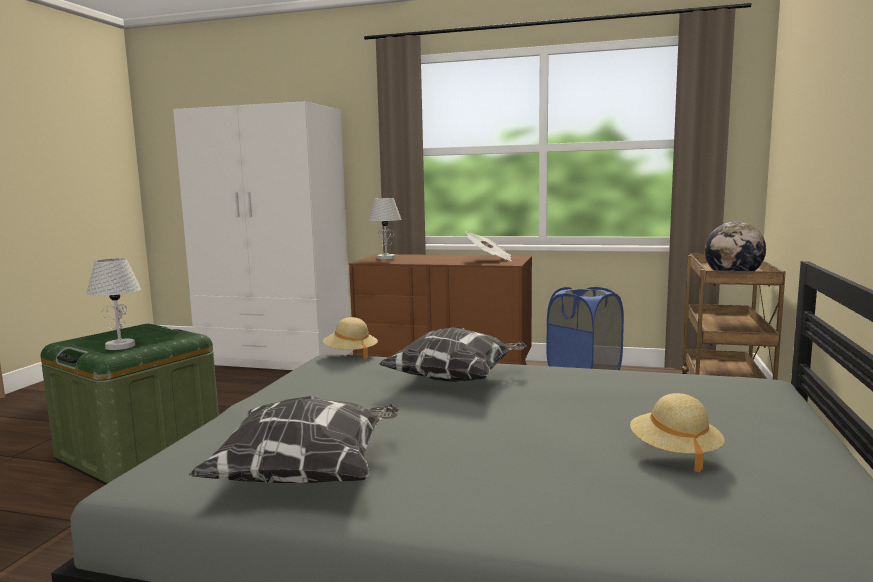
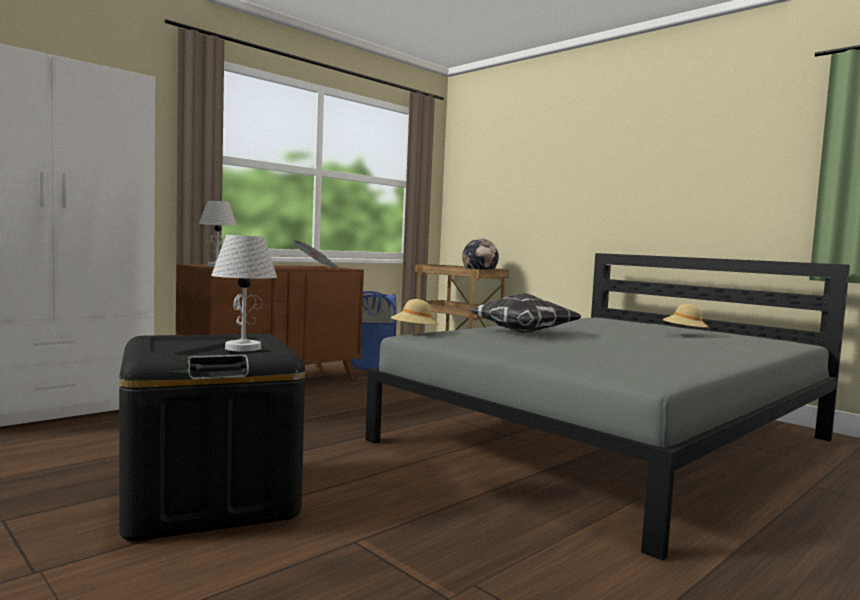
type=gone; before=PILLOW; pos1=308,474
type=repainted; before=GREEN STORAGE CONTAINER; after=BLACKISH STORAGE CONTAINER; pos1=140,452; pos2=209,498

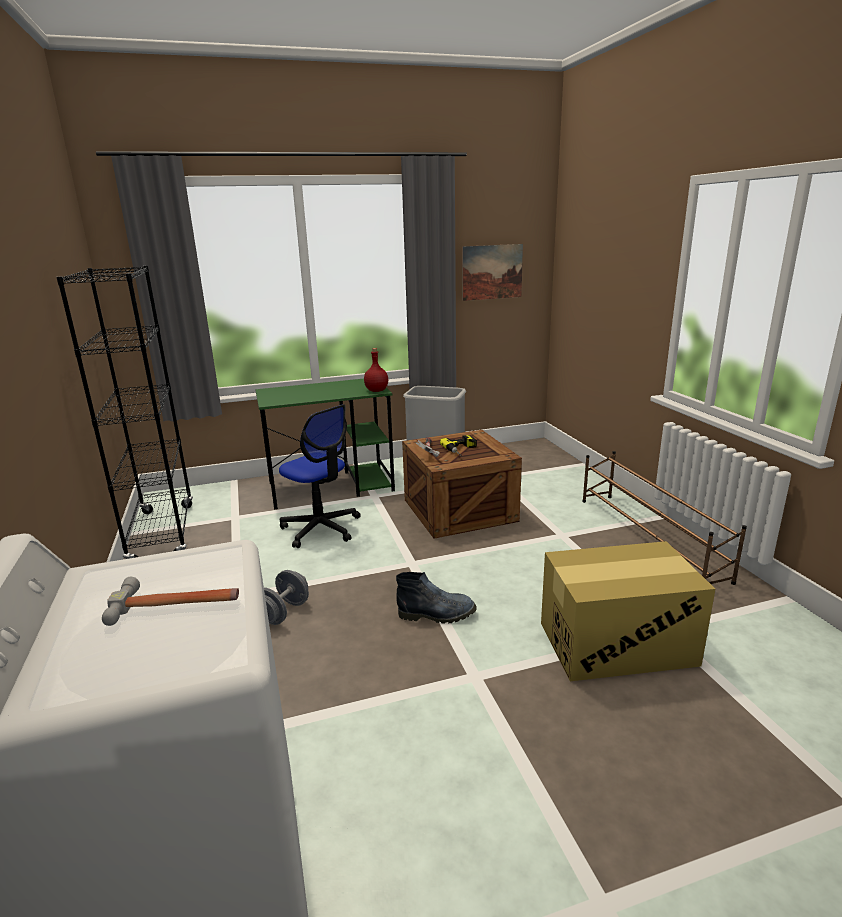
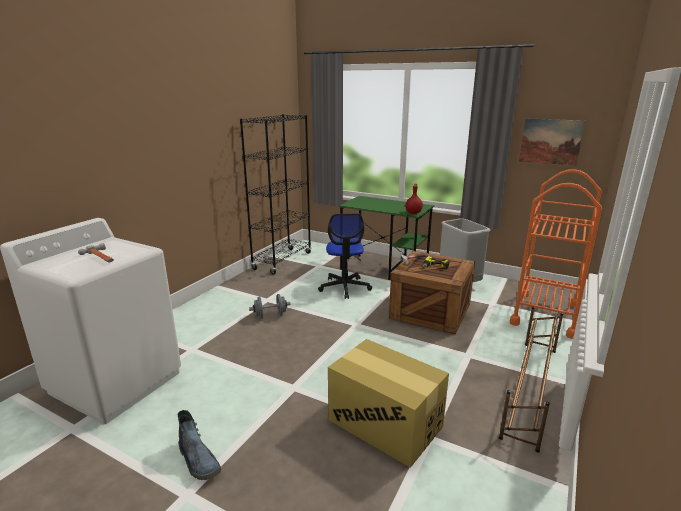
type=new; after=ORANGE WHEELED CART; pos2=545,314
type=shifted; before=TALL BOOT; pos1=438,614; pos2=199,461

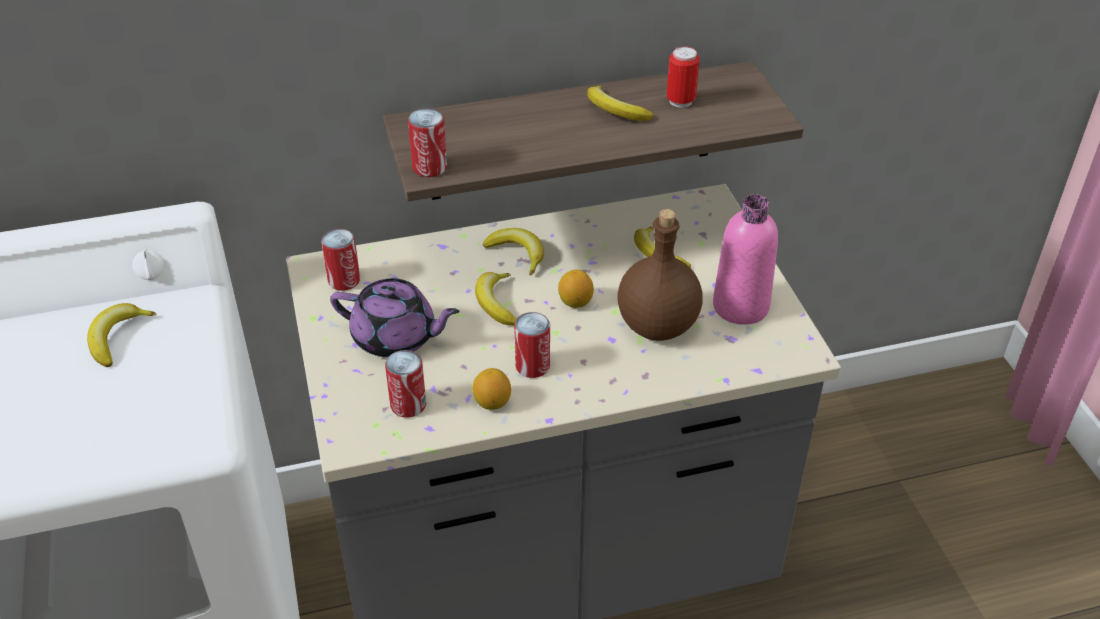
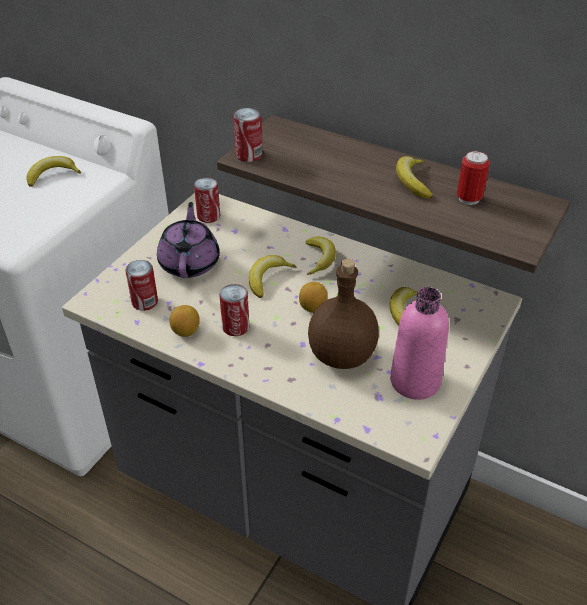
type=rotated; before=PURPLE TEA POT; pos1=396,337; pos2=190,262; turn=-150

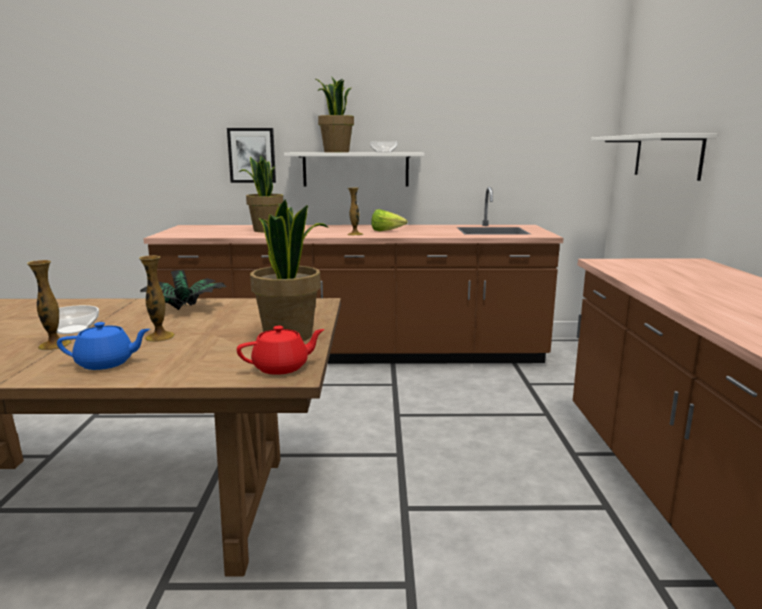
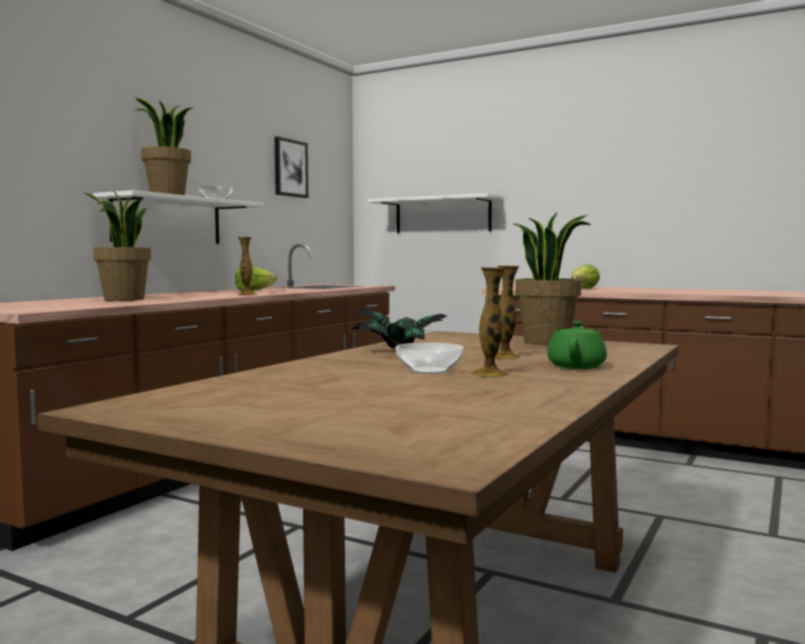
type=gone; before=REDDISH TEA POT; pos1=282,367
type=new; after=HEAD OF LETTUCE; pos2=583,288
type=shifted; before=WALL ART; pos1=252,155; pos2=290,168
type=repainted; before=BLUE TEA POT; after=GREEN TEA POT; pos1=106,363; pos2=577,366

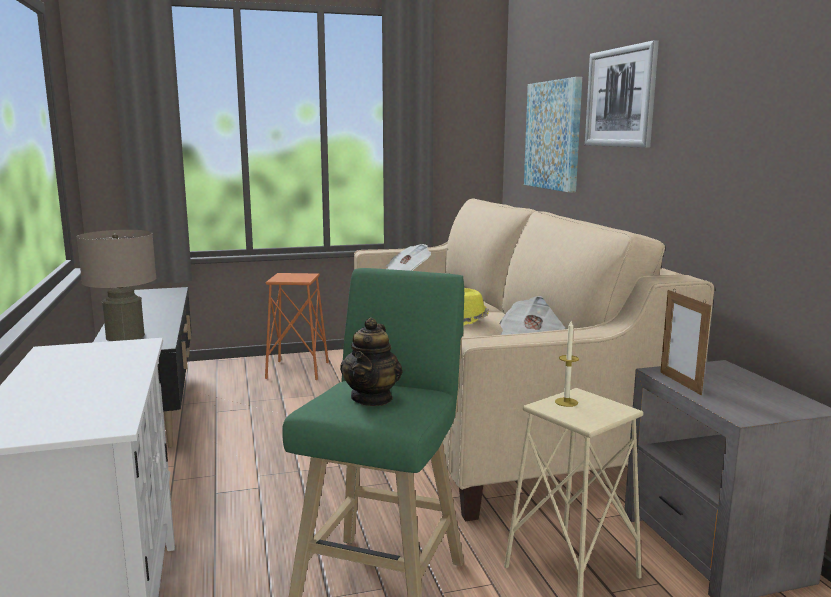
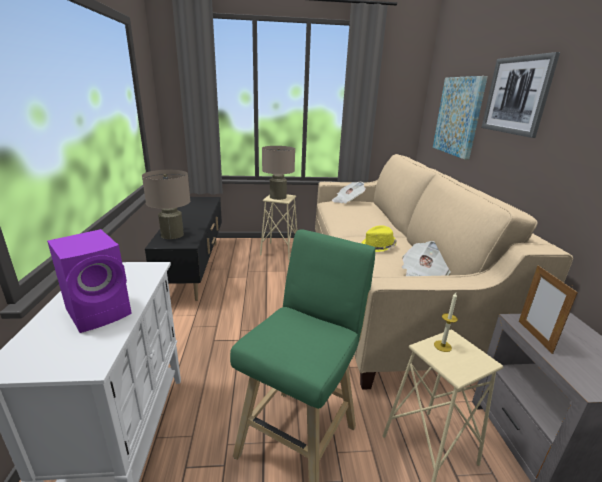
type=gone; before=TEA POT; pos1=372,398
type=new; after=PURPLE LOUDSPEAKER; pos2=101,311
type=new; after=SAND-COLOURED TABLETOP LAMP; pos2=278,197
type=repainted; before=ORANGE STOOL SEAT; after=SAND-COLOURED STOOL SEAT; pos1=297,370; pos2=279,251

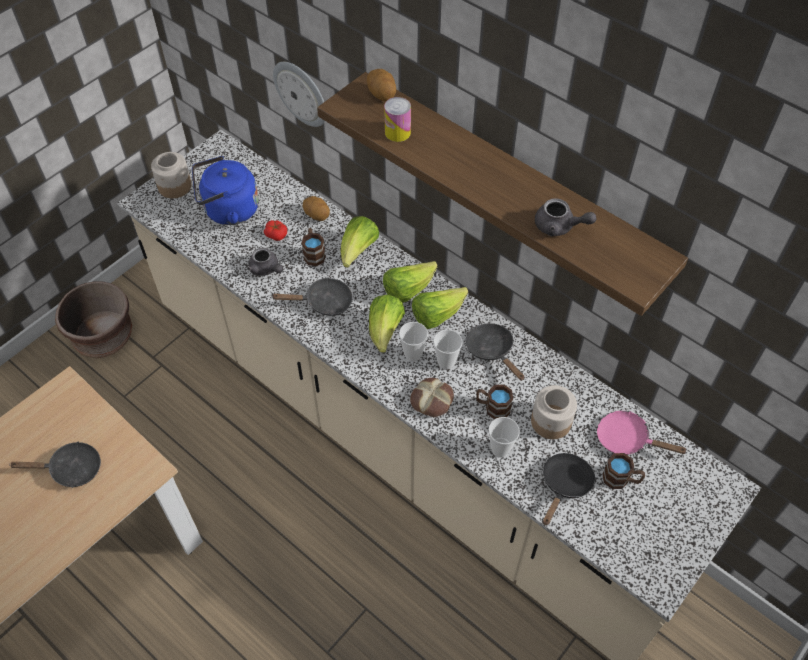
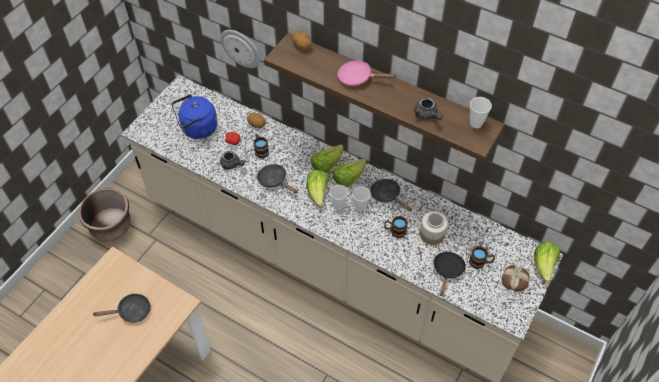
type=gone; before=PRESERVE JAR; pos1=174,186
type=gone; before=CAN; pos1=397,132
type=shifted; before=HEAD OF LETTUCE; pos1=358,251; pos2=544,266
type=shifted; before=BAKED BREAD; pos1=432,400; pos2=515,280
type=shifted; before=CUP; pos1=500,449; pos2=476,123
type=shifted; before=PINK PAN; pos1=627,439; pos2=358,78
type=rotated; before=BLACKISH PAN; pos1=324,302; pos2=274,180; turn=-120
type=rotated; before=GREY TEA POT; pos1=559,227; pos2=427,115; turn=45

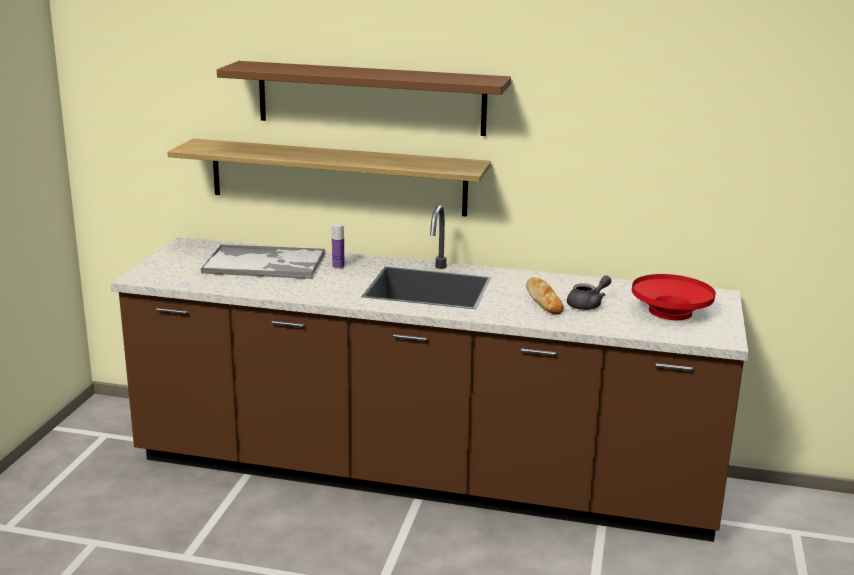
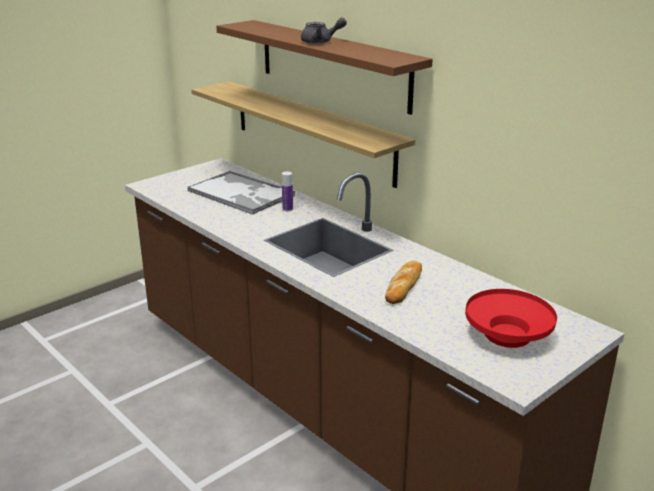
type=shifted; before=GREY TEA POT; pos1=588,305; pos2=321,42

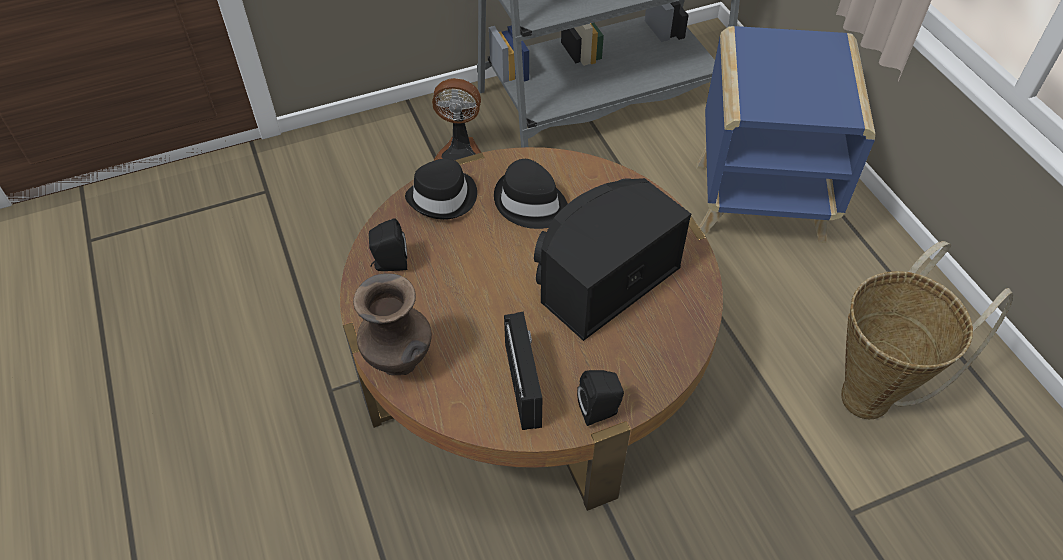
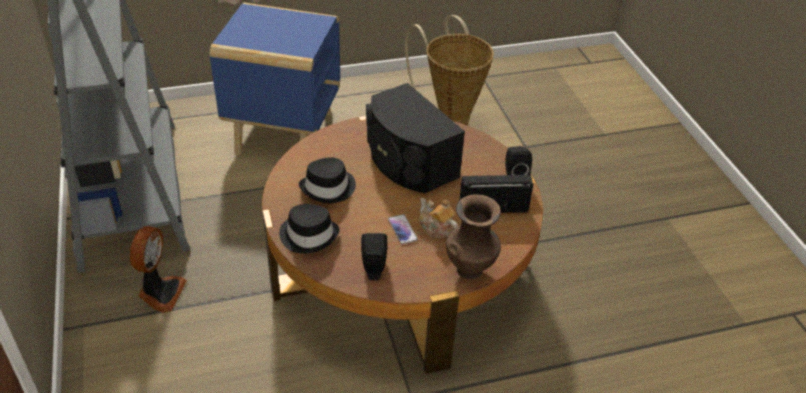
type=new; after=TELEPHONE; pos2=402,230
type=new; after=TEA POT; pos2=435,228

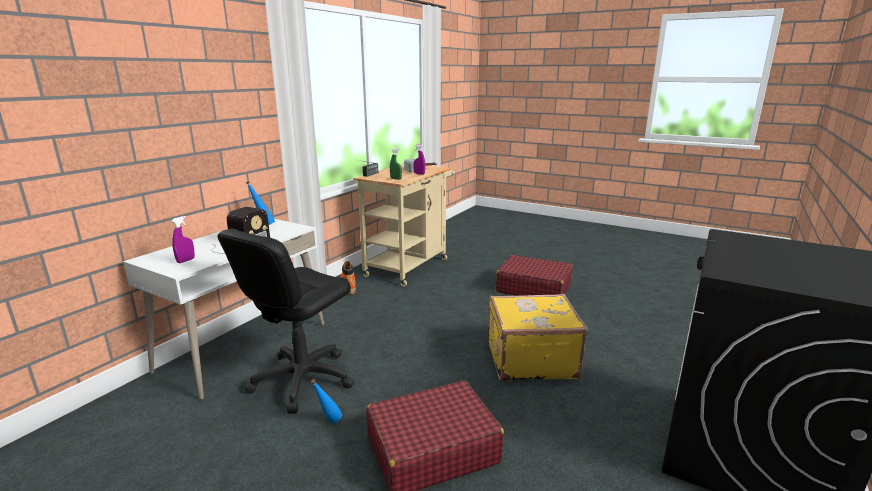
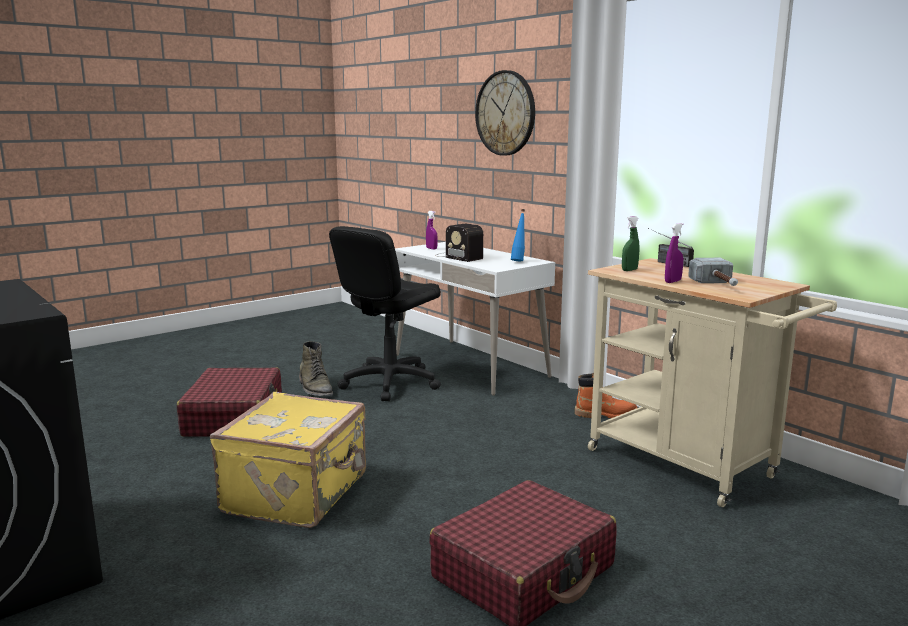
type=new; after=CLOCK ON THE WALL; pos2=505,113
type=swapped; before=BLUE BOTTLE; after=GREEN TALL BOOT; pos1=328,423; pos2=315,388
type=rotated; before=BLACKISH OFFICE CHAIR; pos1=302,379; pos2=390,383; turn=-105

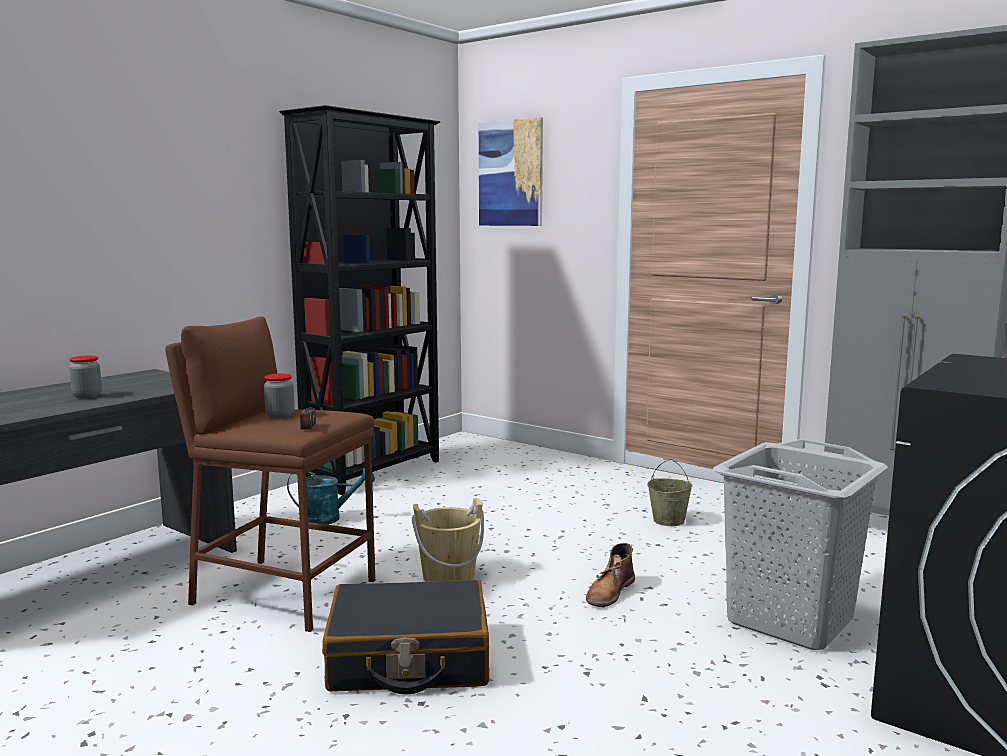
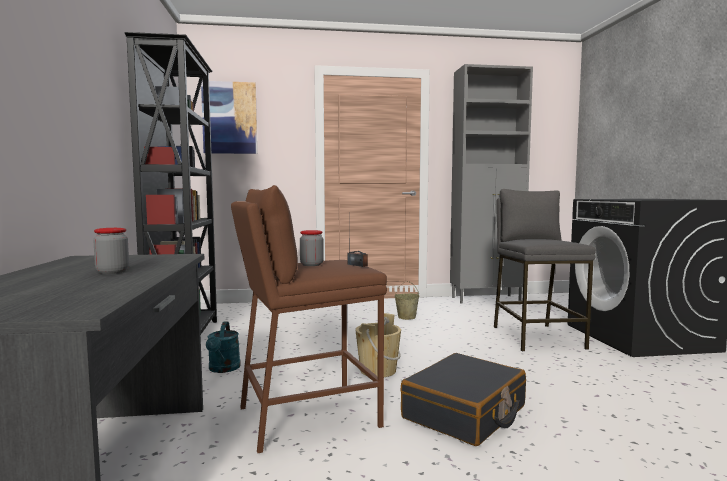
type=gone; before=BROWN TALL BOOT; pos1=610,592
type=swapped; before=GREY WASHING BASKET; after=GREY STOOL SEAT; pos1=791,620; pos2=537,337
type=rotated; before=TURQUOISE-COLOURED SPRINKLING CAN; pos1=328,519; pos2=223,369; turn=135

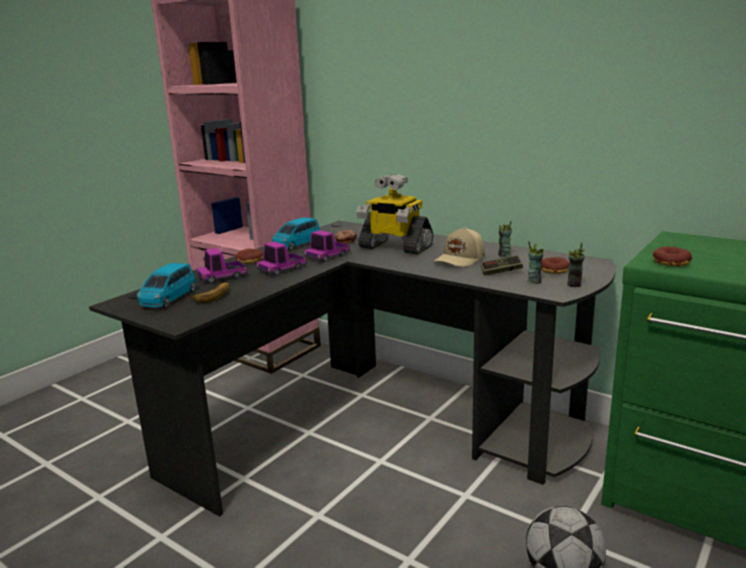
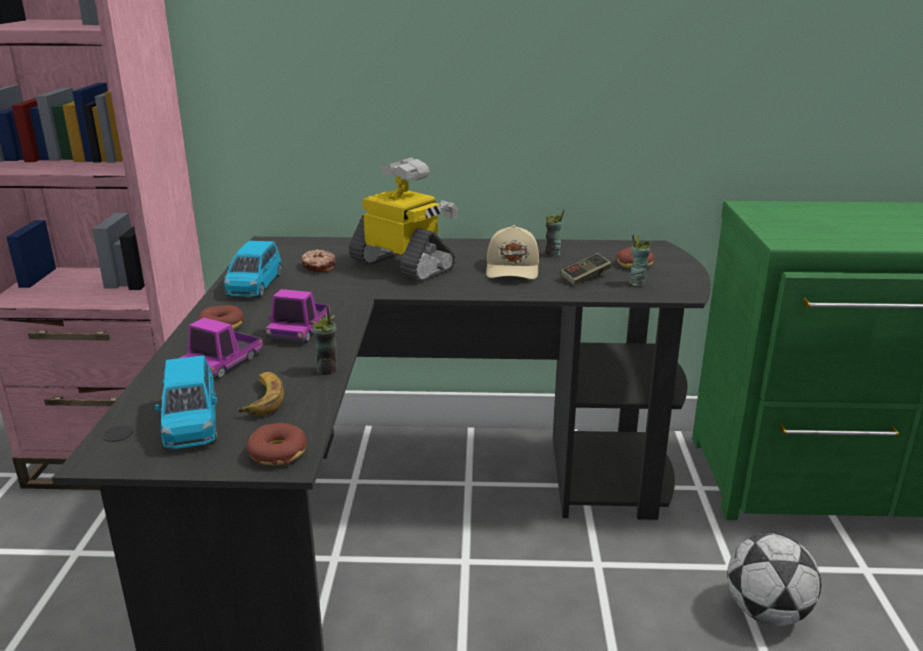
type=gone; before=TOY LORRY; pos1=327,256
type=shifted; before=CUP; pos1=574,285; pos2=327,370
type=shifted; before=DOUGHNUT; pos1=671,262; pos2=277,453
type=rotated; before=TOY ROBOT; pos1=394,247; pos2=404,266; turn=-135

